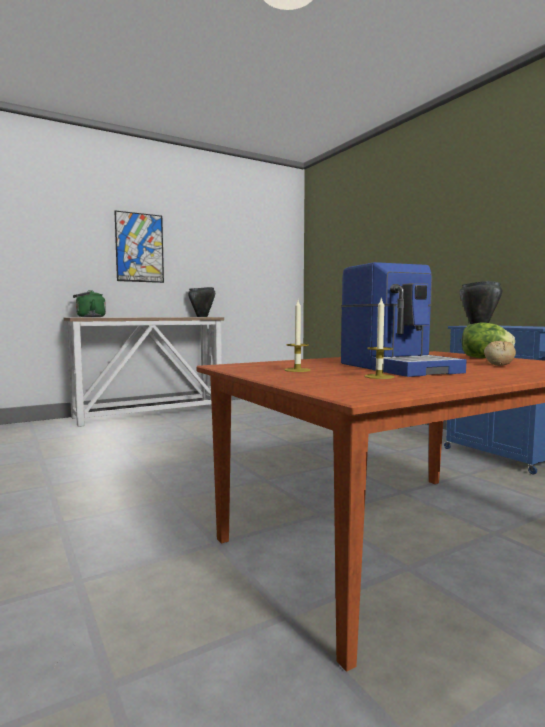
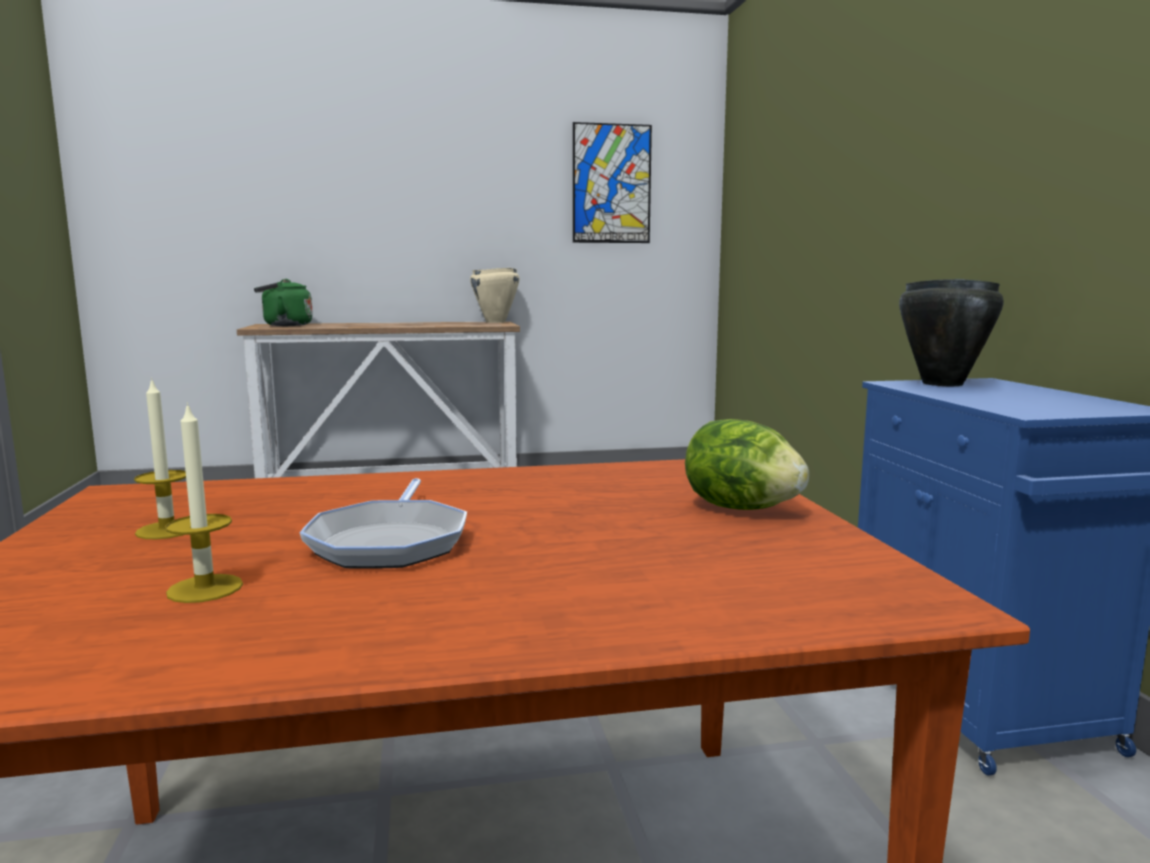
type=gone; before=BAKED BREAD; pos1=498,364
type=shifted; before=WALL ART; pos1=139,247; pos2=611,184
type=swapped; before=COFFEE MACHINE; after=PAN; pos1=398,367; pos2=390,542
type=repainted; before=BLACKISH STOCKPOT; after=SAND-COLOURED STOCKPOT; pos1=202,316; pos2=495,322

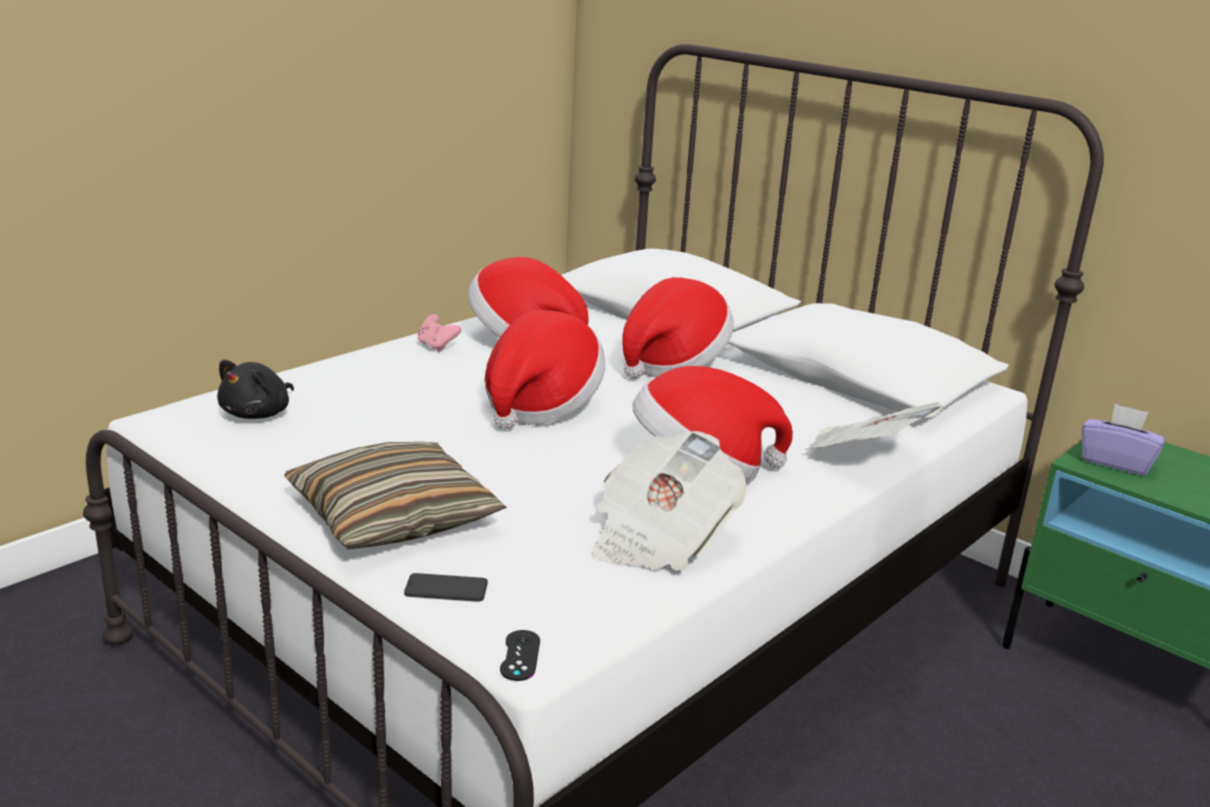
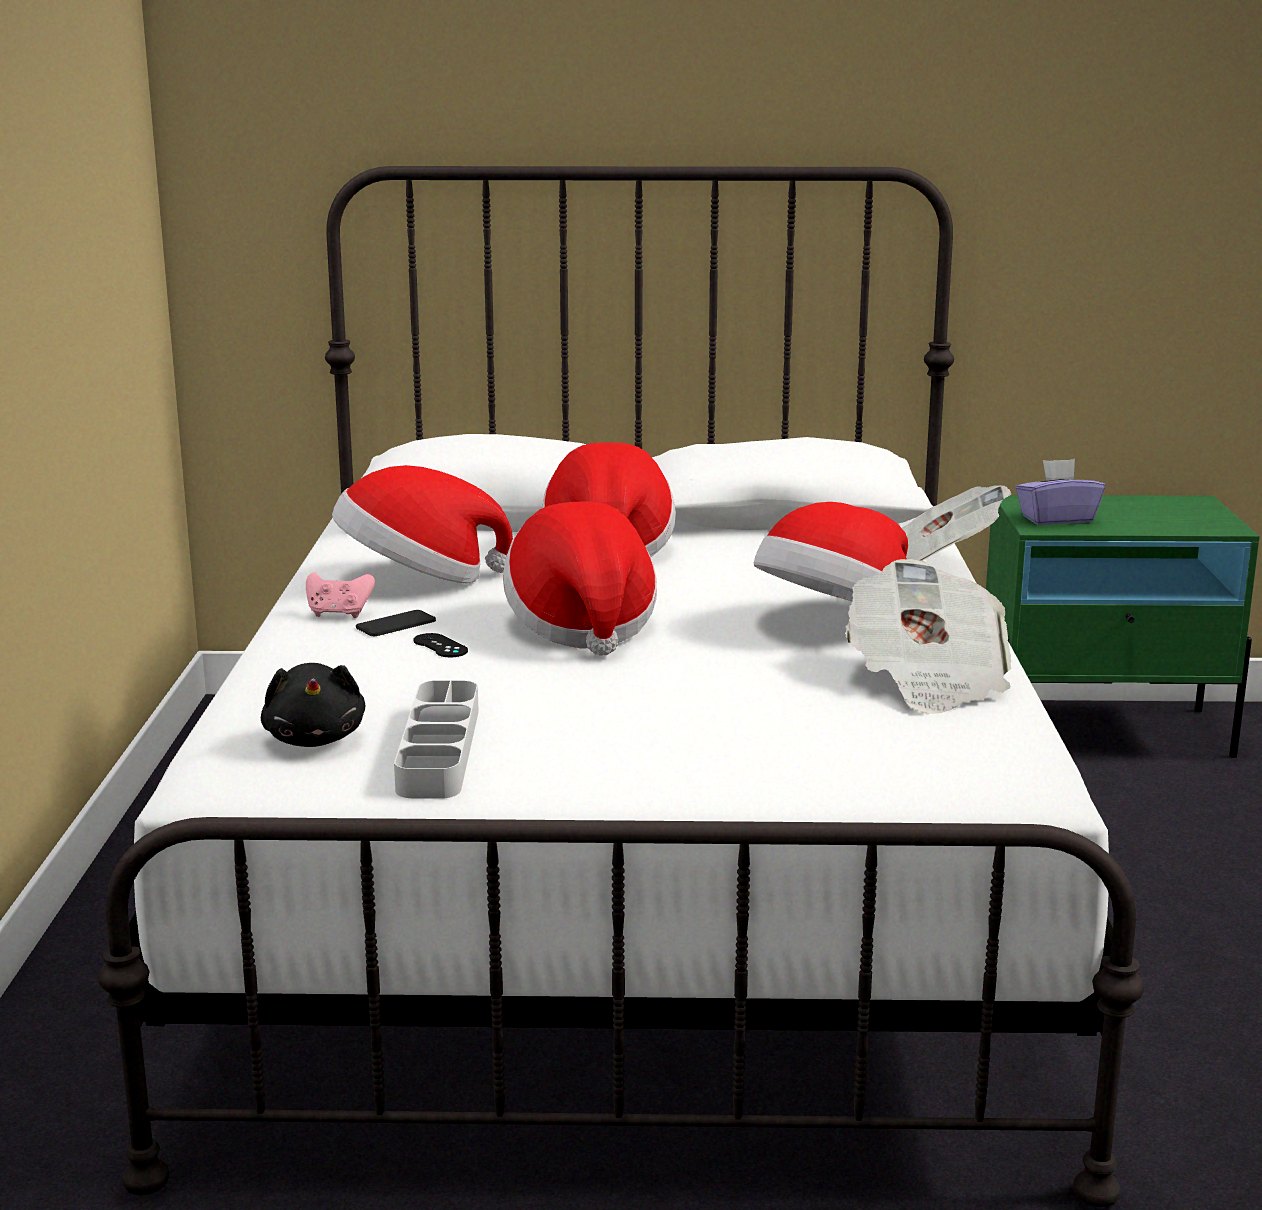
type=gone; before=PILLOW; pos1=393,516
type=new; after=GREY SERVING TRAY; pos2=439,749
type=shifted; before=TELEPHONE; pos1=446,589; pos2=396,624
type=shifted; before=BLACKISH GAMEPAD; pos1=520,655; pos2=440,646

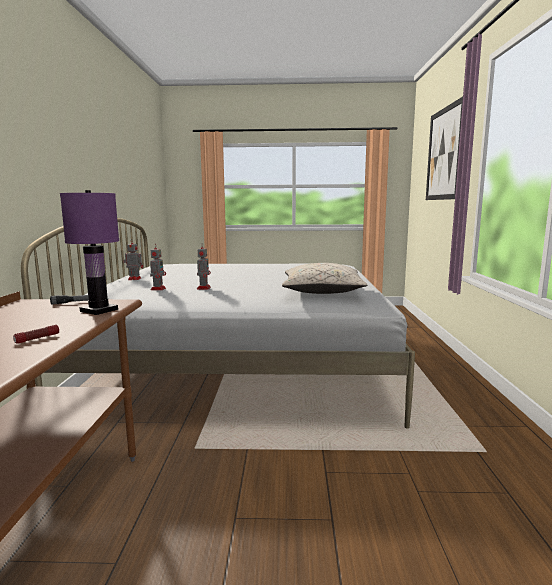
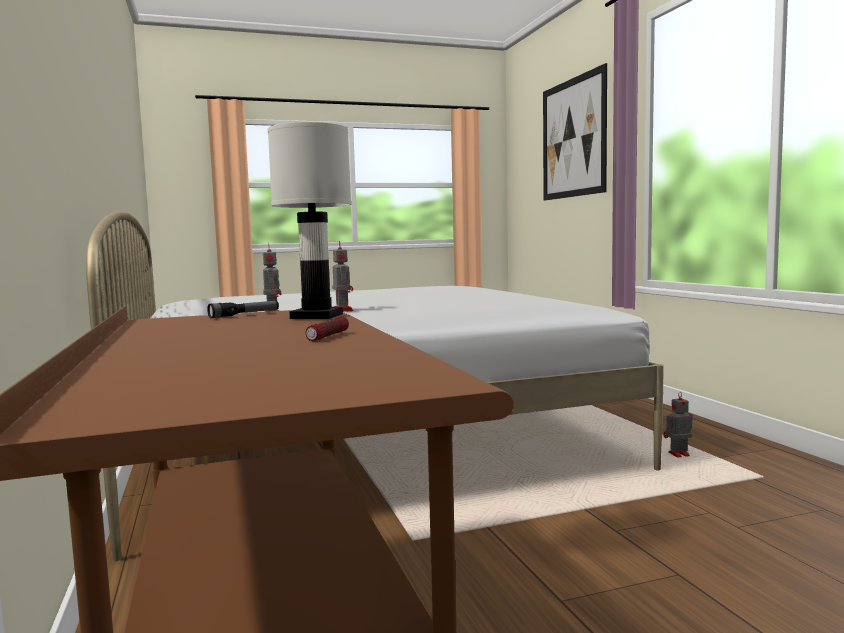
type=gone; before=SAND-COLOURED PILLOW; pos1=322,291
type=shifted; before=TOY ROBOT; pos1=134,279; pos2=677,455
type=repainted; before=PURPLE TABLETOP LAMP; after=WHITE TABLETOP LAMP; pos1=99,310; pos2=316,316

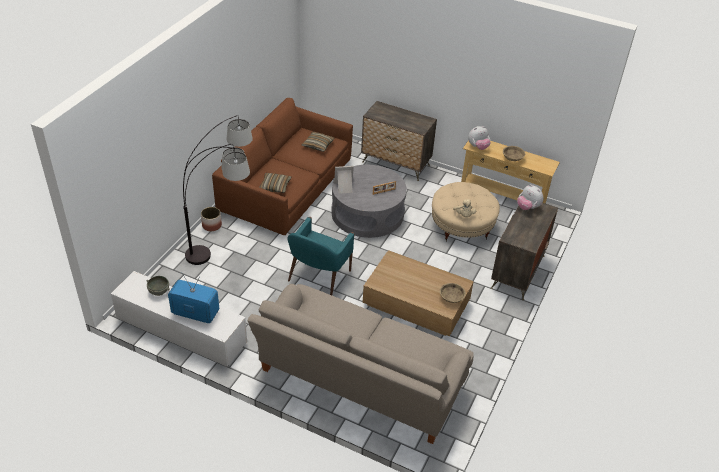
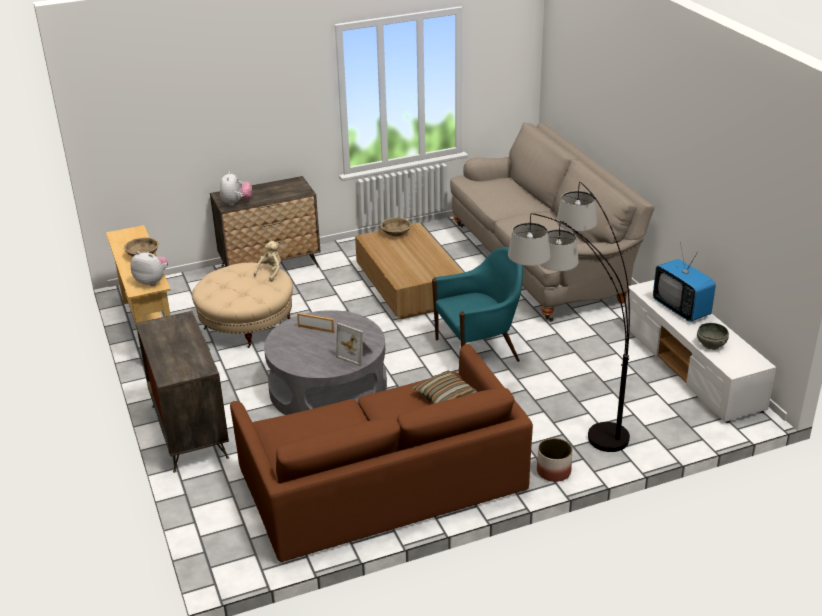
type=gone; before=PILLOW; pos1=318,145

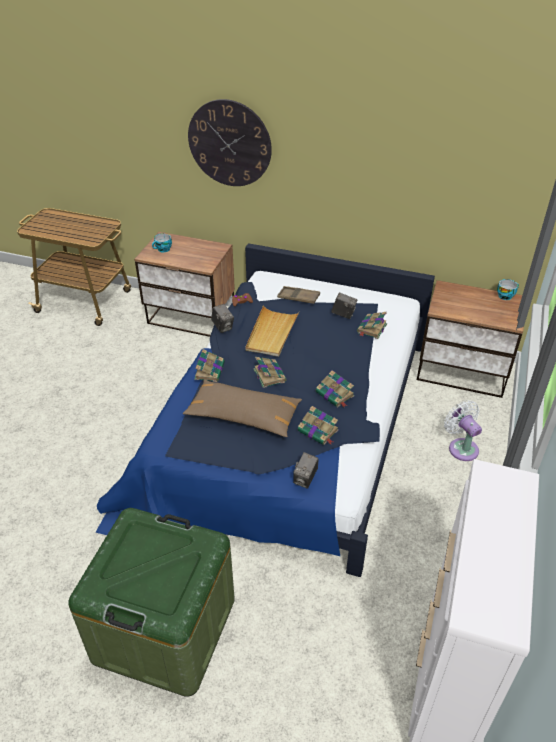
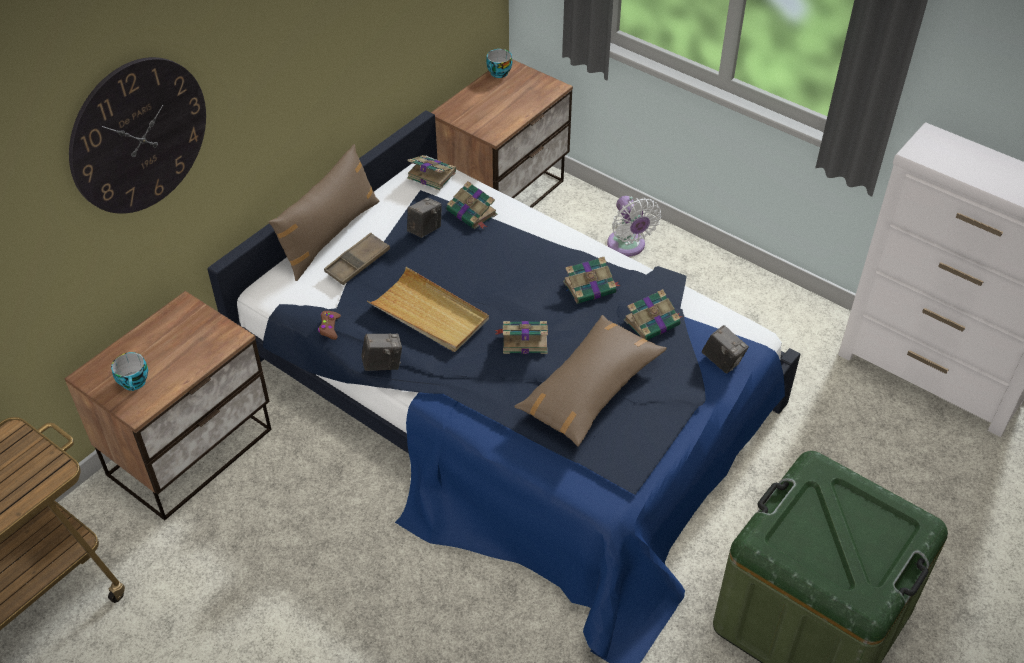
type=new; after=BROWN PILLOW; pos2=329,235
type=shifted; before=VOLUME; pos1=209,370; pos2=430,175
type=rotated; before=WHITE ELECTRIC FAN; pos1=461,447; pos2=628,246; turn=-105

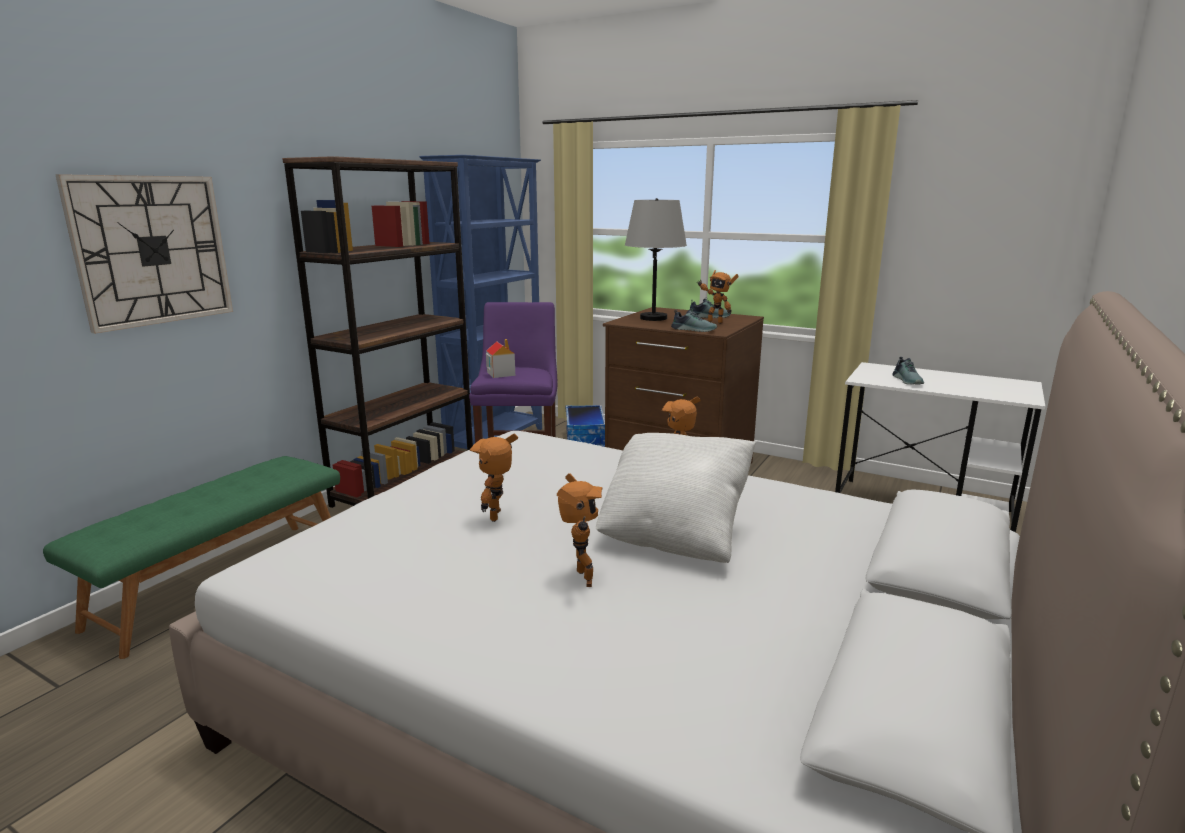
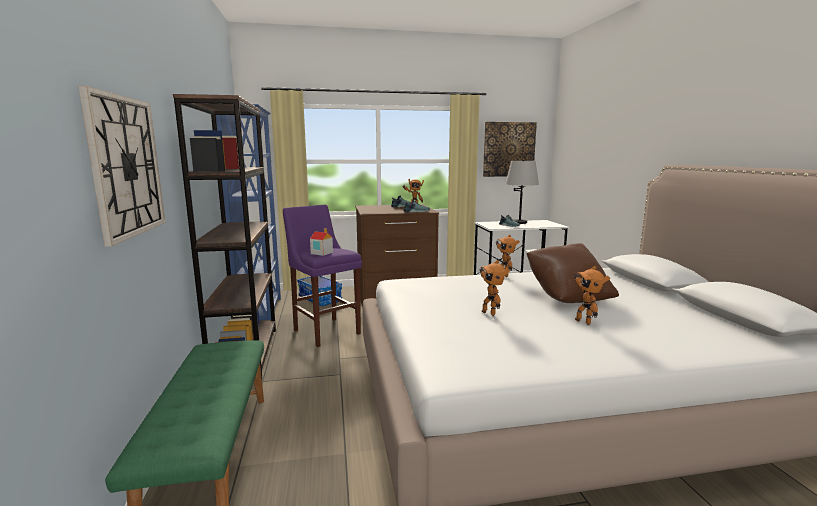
type=new; after=WALL ART; pos2=509,149
type=shifted; before=GREY TABLETOP LAMP; pos1=653,318; pos2=519,222
type=repainted; before=WHITE PILLOW; after=BROWN PILLOW; pos1=674,534; pos2=568,297
type=rotated; before=TOY ROBOT; pos1=580,579; pos2=584,321; turn=-150

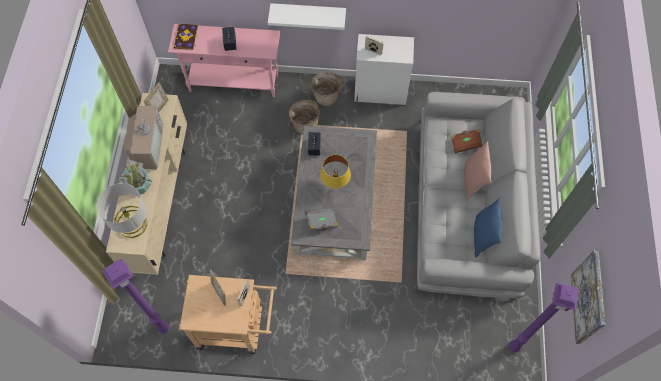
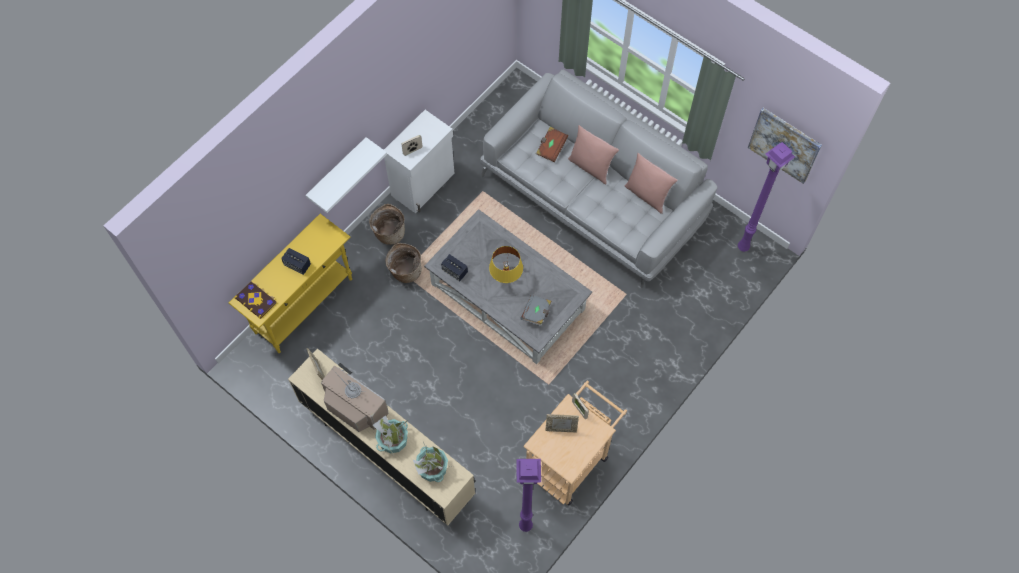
type=swapped; before=GREY TABLETOP LAMP; after=PLANT IN A POT; pos1=132,224; pos2=432,468
type=repainted; before=PINK NARROW TABLE; after=YELLOW-COLOURED NARROW TABLE; pos1=234,83; pos2=304,305
type=repainted; before=BLUE PILLOW; after=PINK PILLOW; pos1=483,236; pos2=647,195

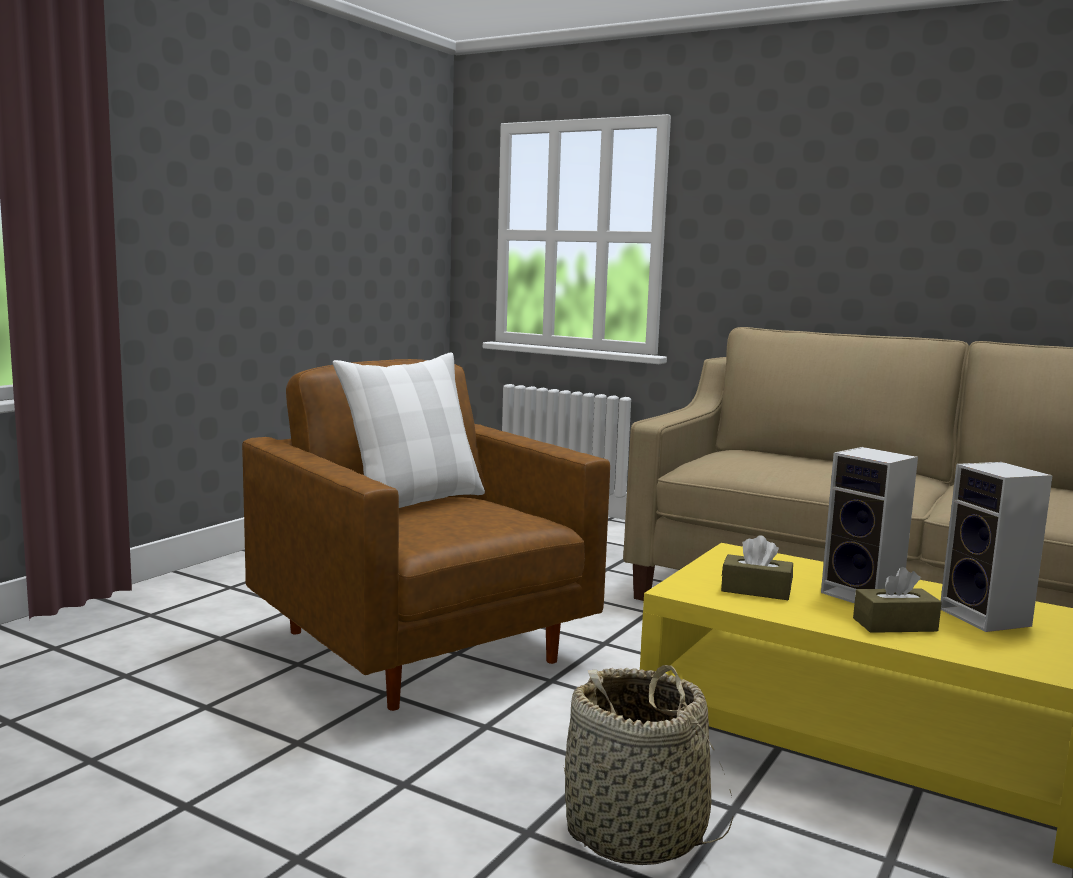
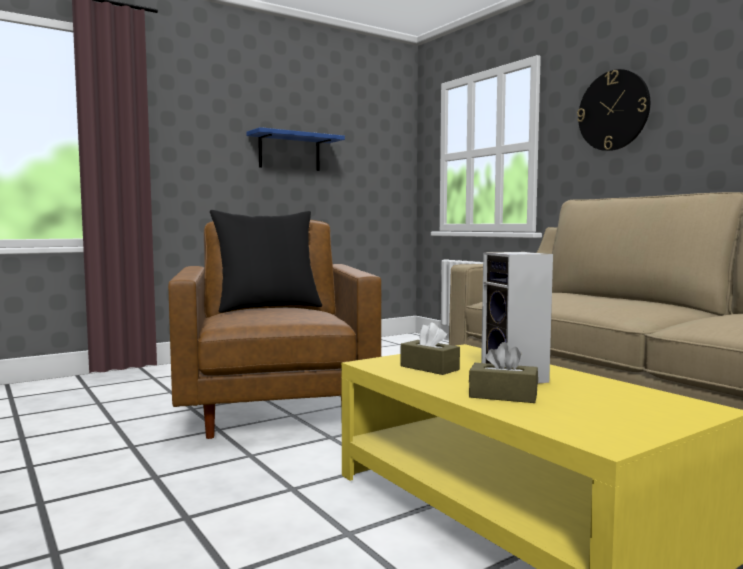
type=gone; before=STORAGE BASKET; pos1=636,831
type=gone; before=LOUDSPEAKER; pos1=988,618
type=new; after=BLUE SHELF; pos2=289,152
type=new; after=CLOCK ON THE WALL; pos2=613,110
type=repainted; before=WHITE PILLOW; after=BLACKISH PILLOW; pos1=414,502; pos2=268,307

